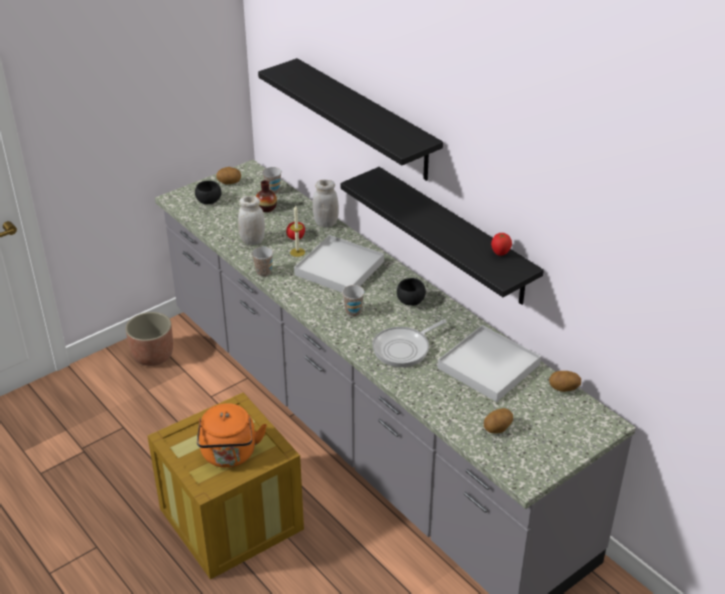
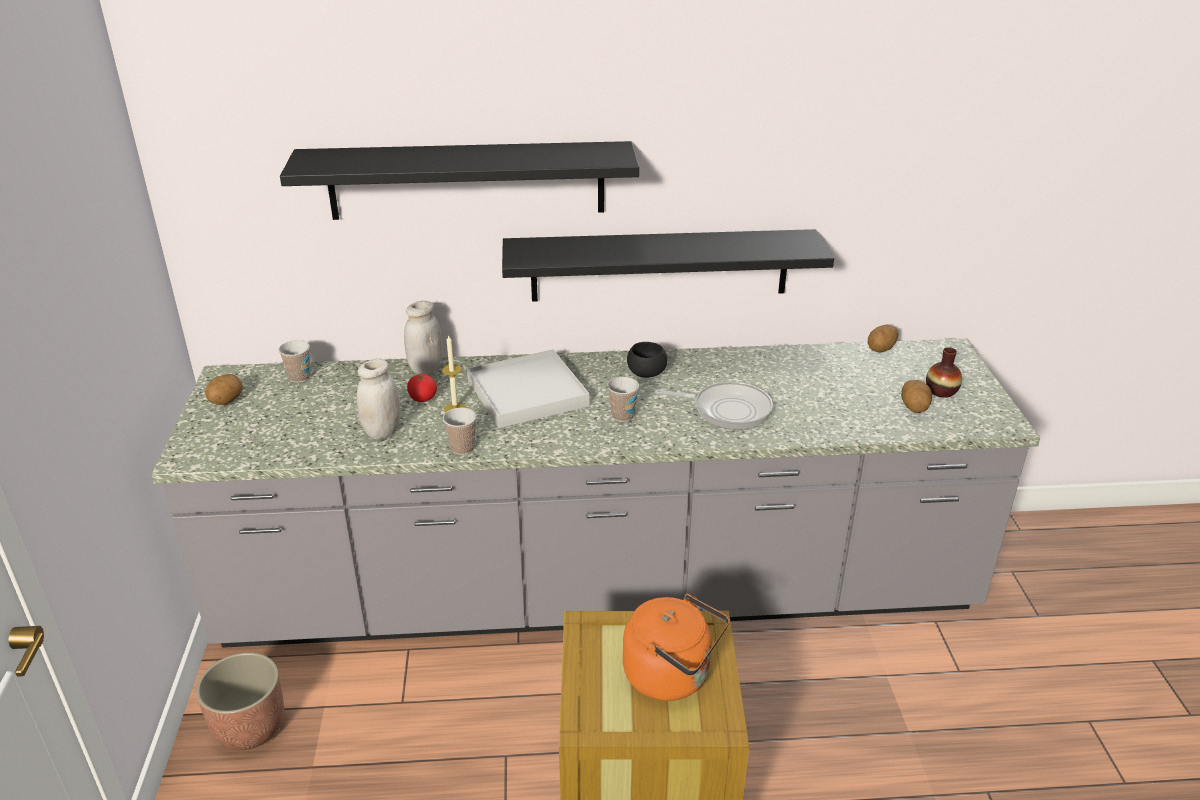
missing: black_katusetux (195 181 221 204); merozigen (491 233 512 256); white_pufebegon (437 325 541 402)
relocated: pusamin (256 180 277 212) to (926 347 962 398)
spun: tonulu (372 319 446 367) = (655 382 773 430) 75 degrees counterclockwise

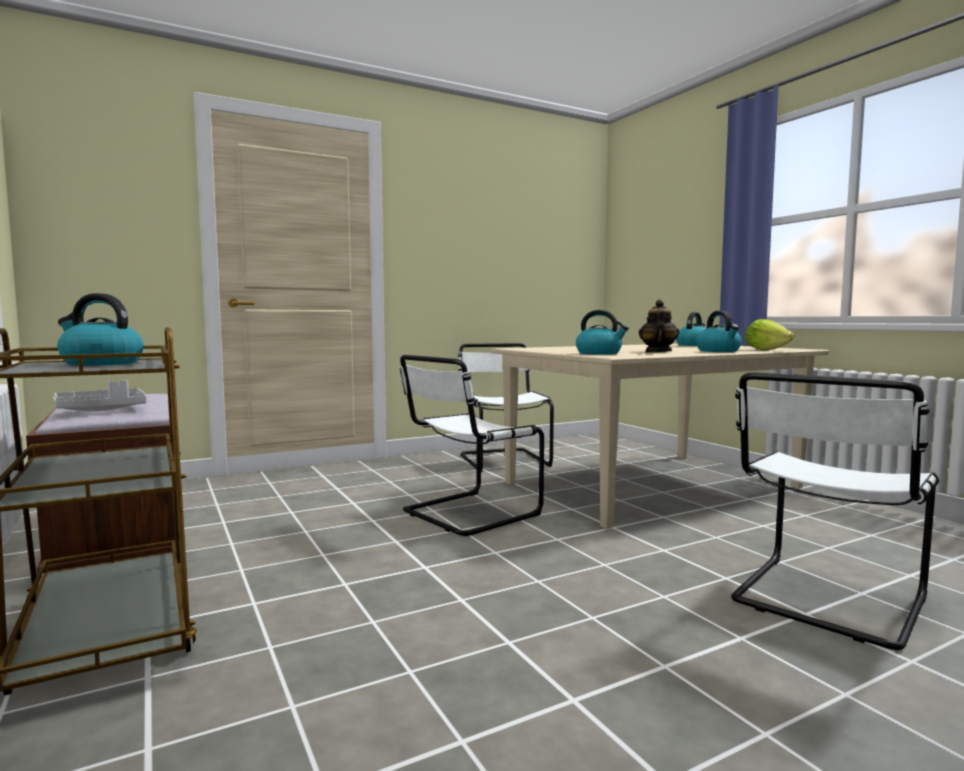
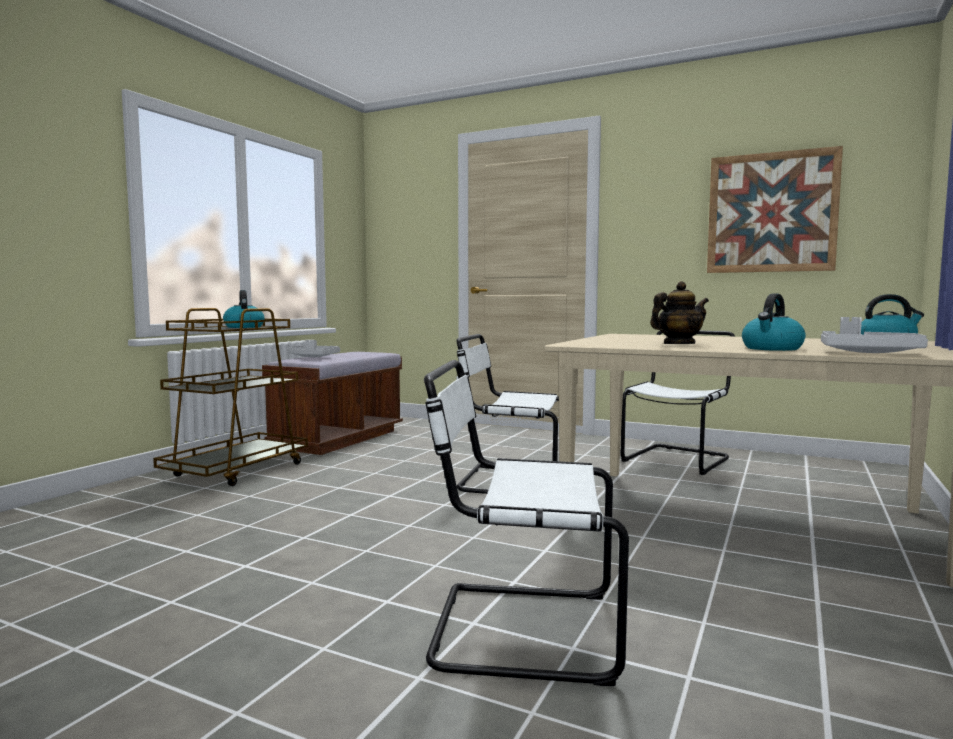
missing: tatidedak (576 310 629 355)
appeared: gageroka (707 146 843 273)
exchanged: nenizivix (745 319 794 350) to grey_pufebegon (821 317 928 353)

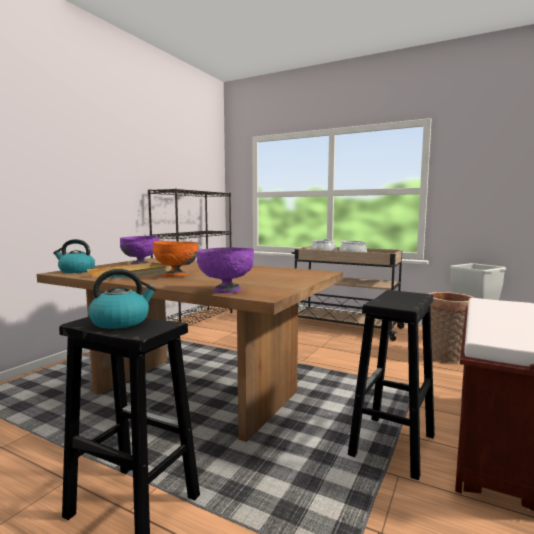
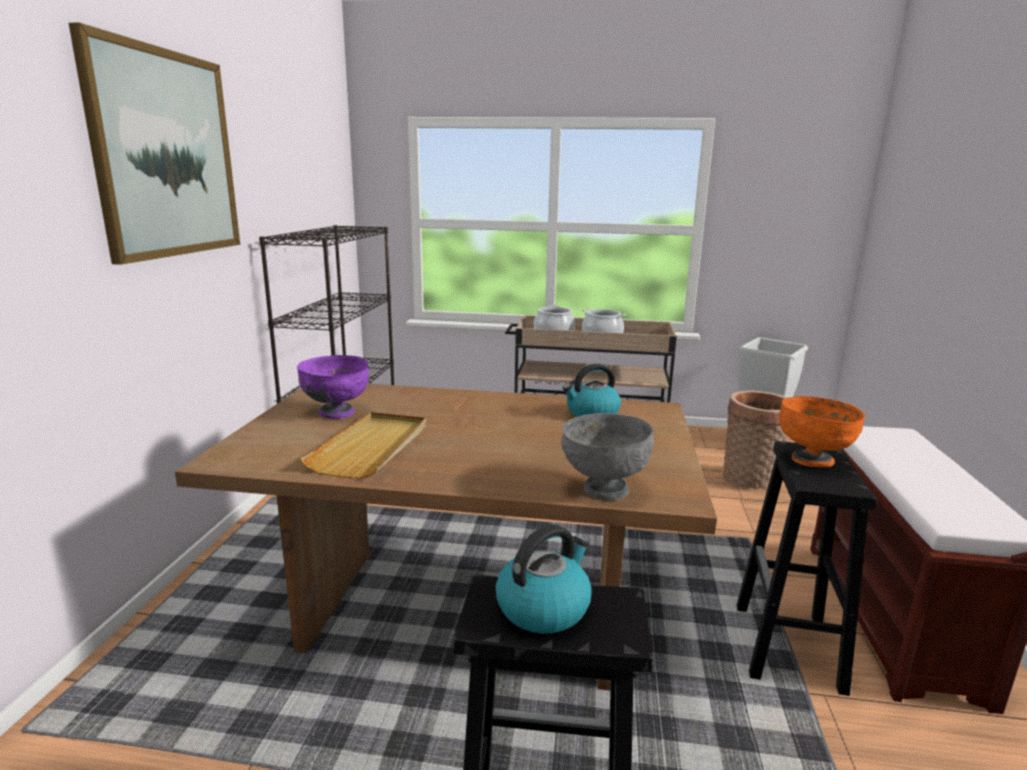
appeared: gageroka (69 23 240 265)
relocated: tatidedak (53 239 95 273) to (563 364 621 417); orange_katusetux (153 241 198 277) to (779 396 865 467)
colour: purple_katusetux (196 247 254 293) to grey_katusetux (561 413 654 501)

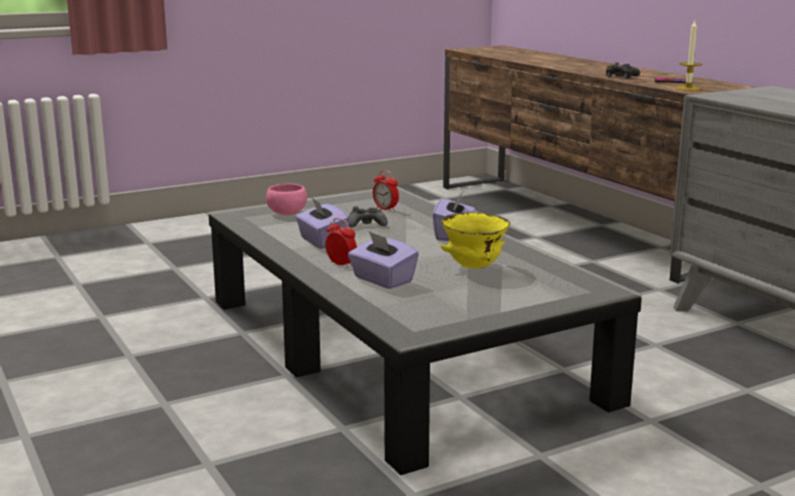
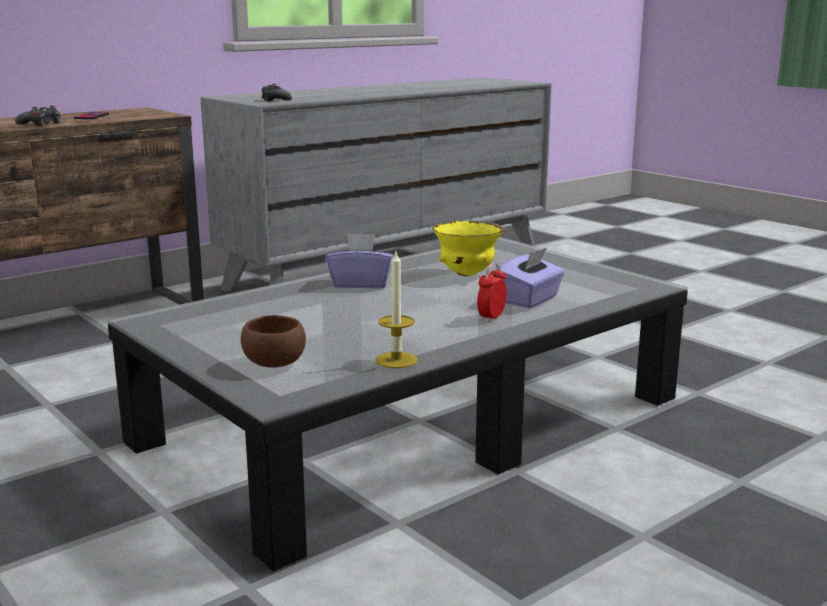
missing: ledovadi (373 170 399 212); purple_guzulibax (295 198 350 249)
relocated: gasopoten (676 21 702 91) to (375 252 418 368); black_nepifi (348 206 388 228) to (261 84 292 102)
colour: pink_katusetux (266 183 307 215) to brown_katusetux (241 315 306 368)

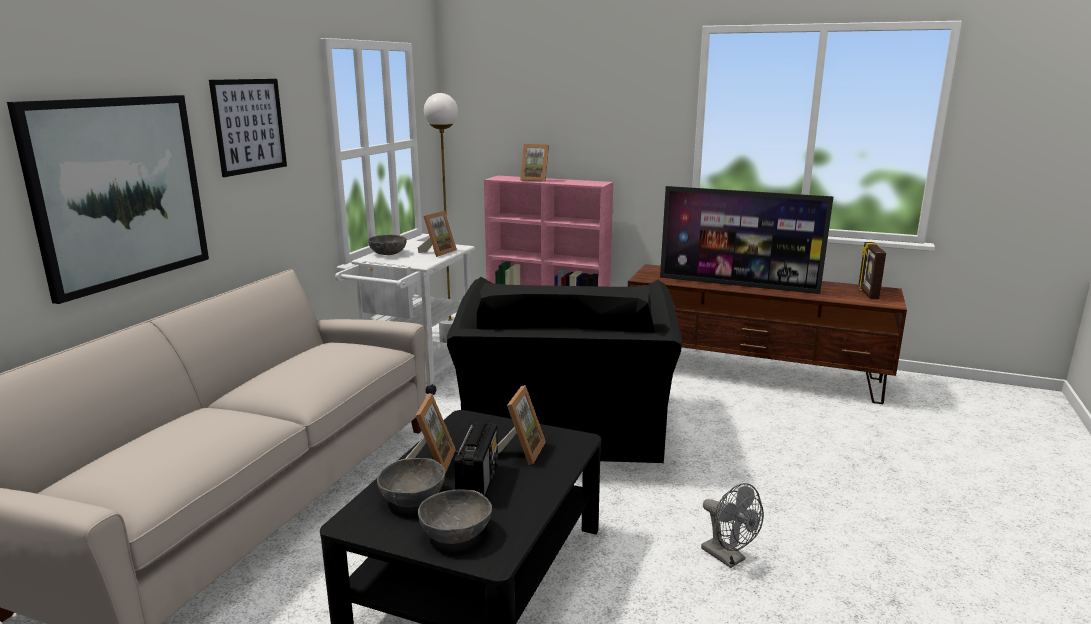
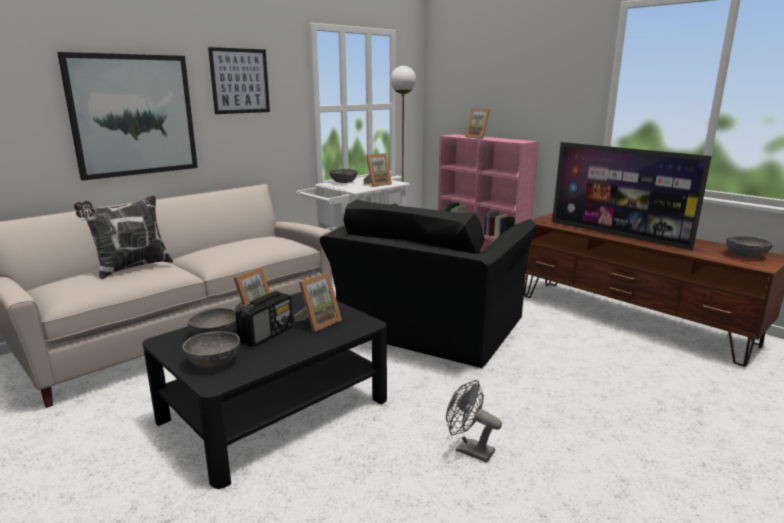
appeared: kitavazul (74 195 173 279)
exchanged: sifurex (858 242 886 300) to grey_katusetux (726 236 773 258)
spun: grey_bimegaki (701 483 764 568) = (446 380 502 463) 135 degrees clockwise

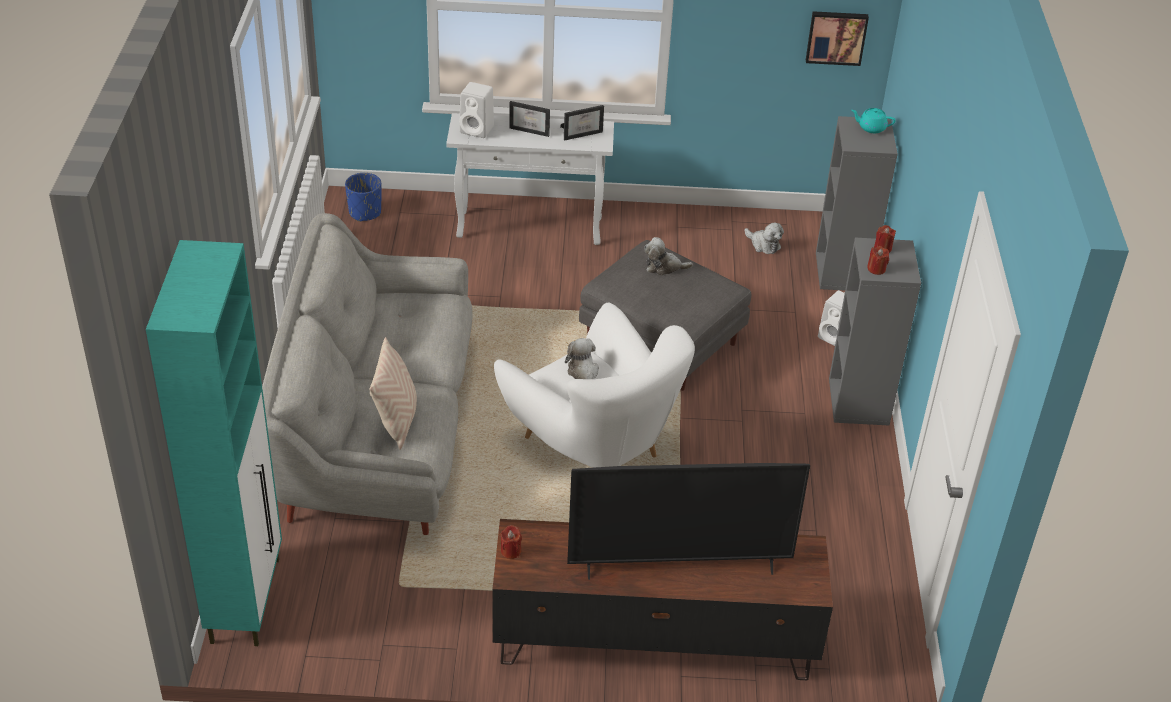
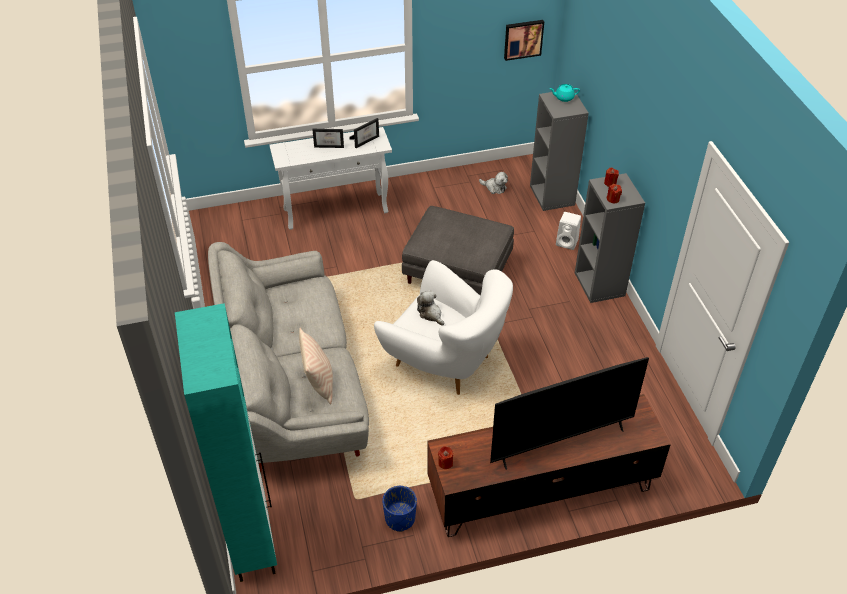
missing: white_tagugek (459 82 494 138); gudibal (644 237 693 276)
relocated: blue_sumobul (345 173 381 222) to (382 486 417 532)

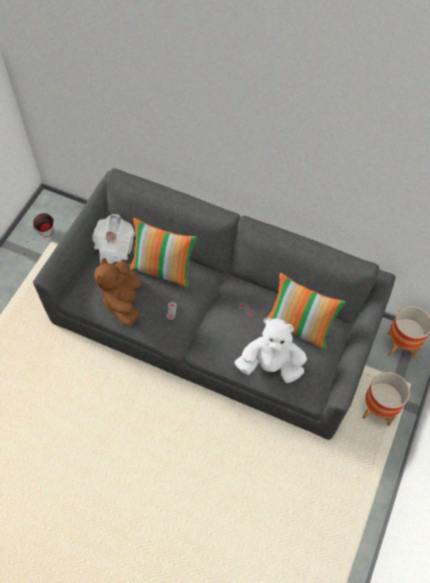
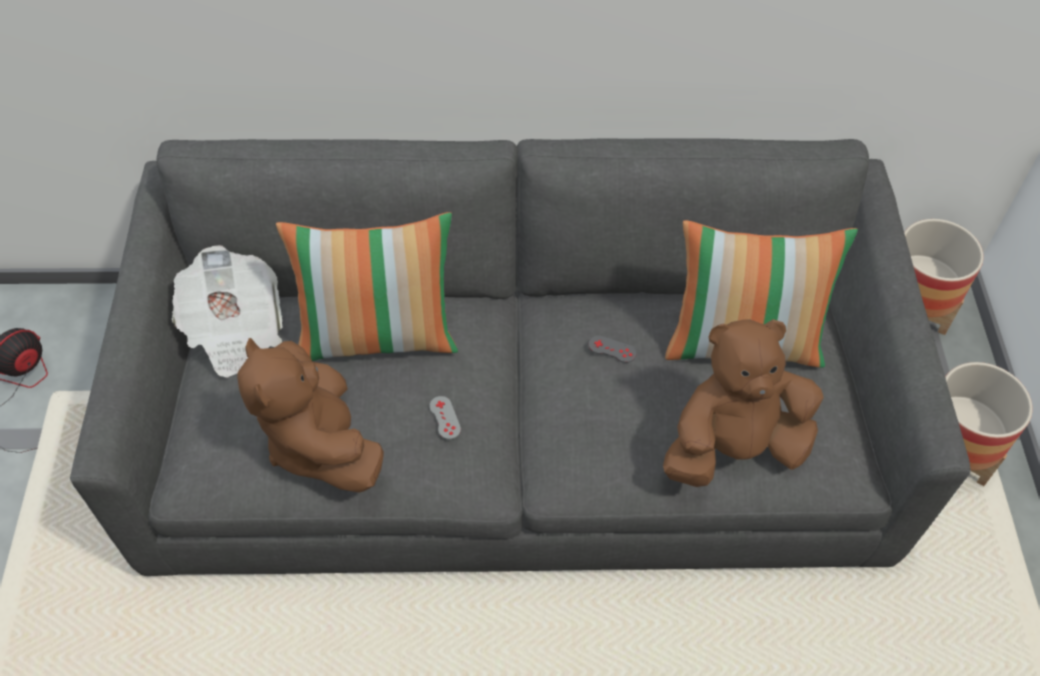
colour: white_gudibal (234 318 307 383) to brown_gudibal (663 319 824 487)

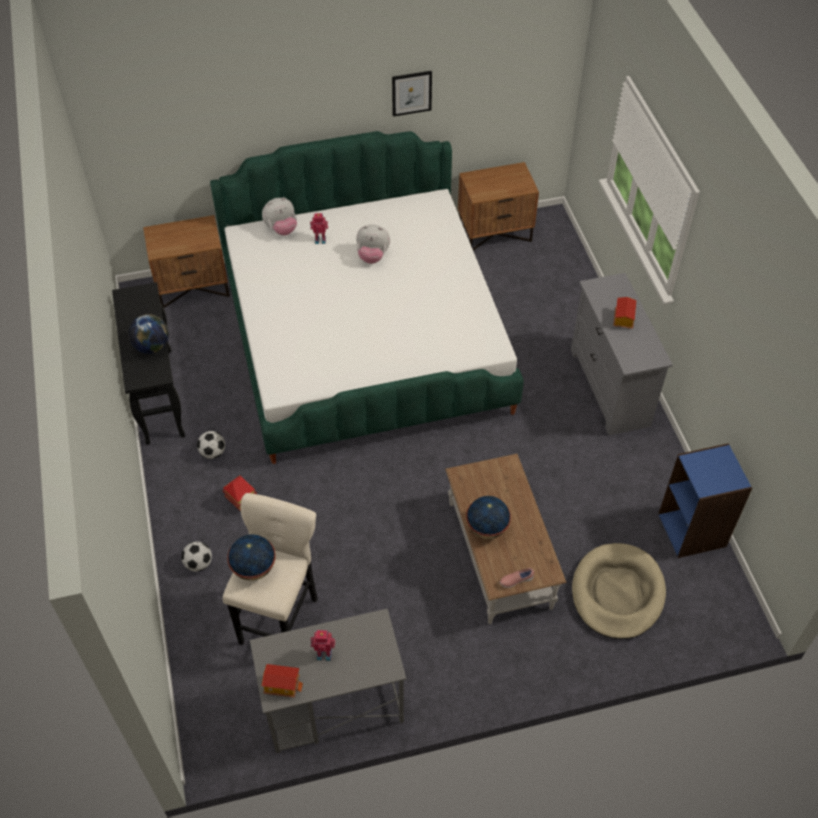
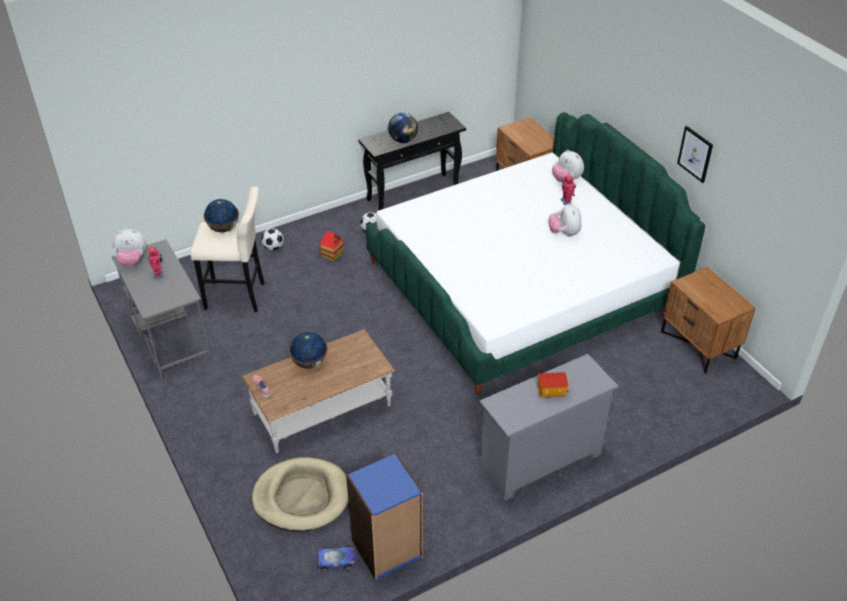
appeared: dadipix (317 546 356 571)
exchanged: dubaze (262 664 303 697) to gudibal (112 229 146 266)

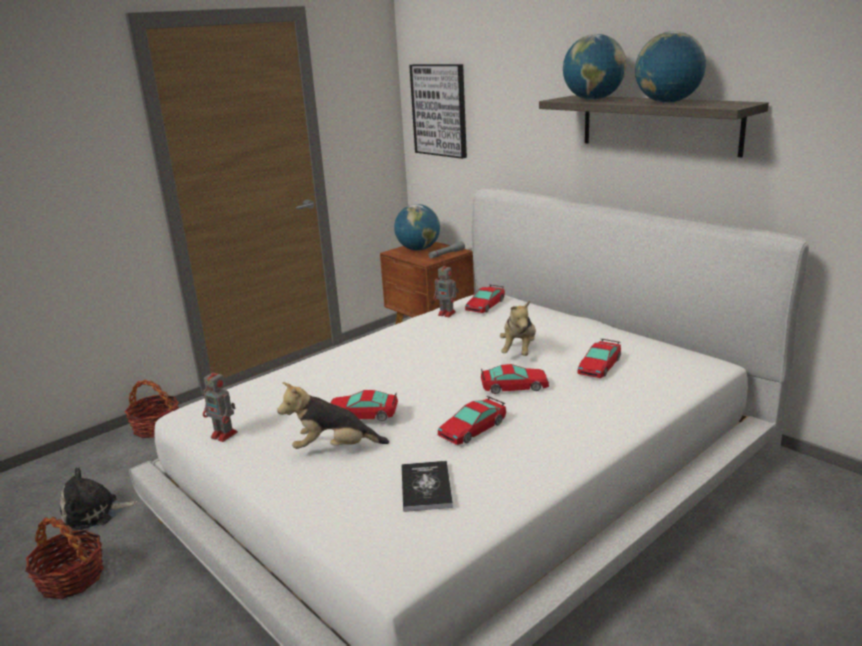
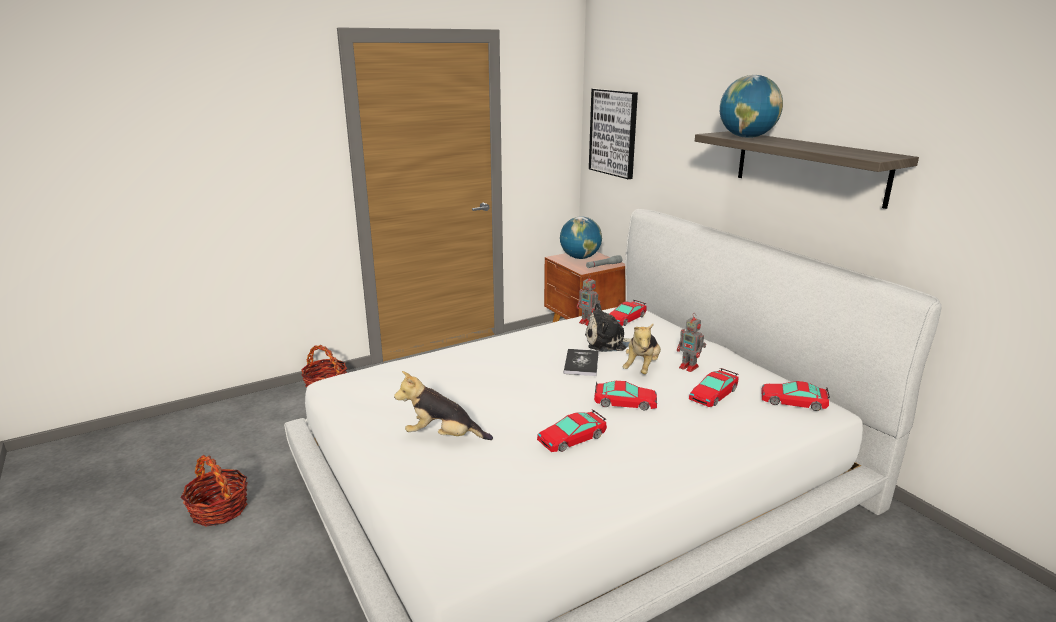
missing: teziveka (635 31 706 103)
relocated: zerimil (203 367 238 442) to (677 313 706 372); dadipix (330 390 398 421) to (761 381 830 411); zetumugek (402 461 453 512) to (564 349 599 376); gudibal (60 467 137 531) to (585 303 631 352)

